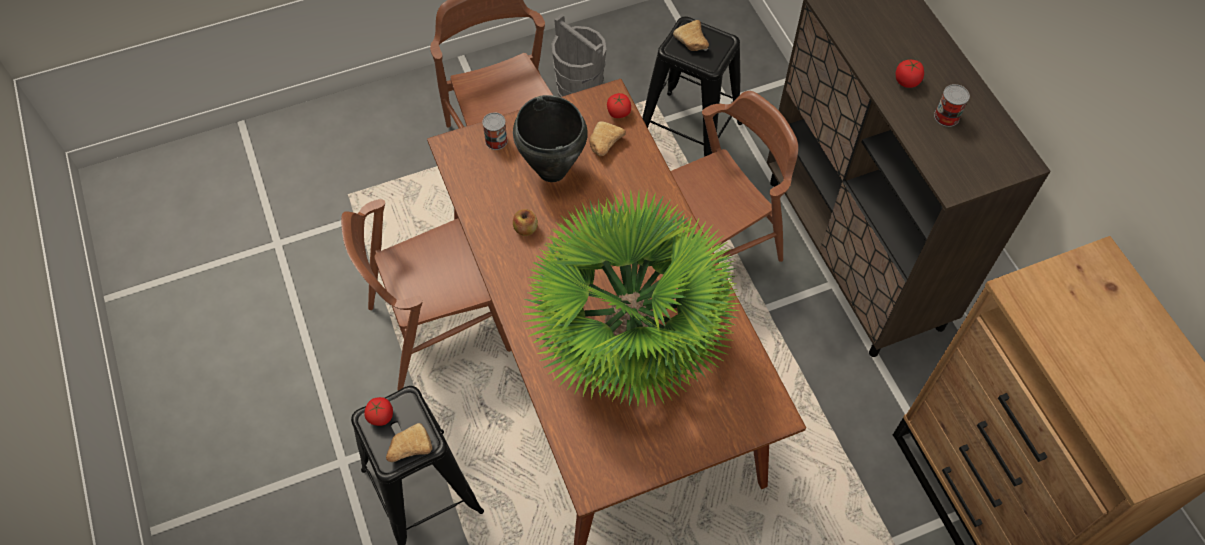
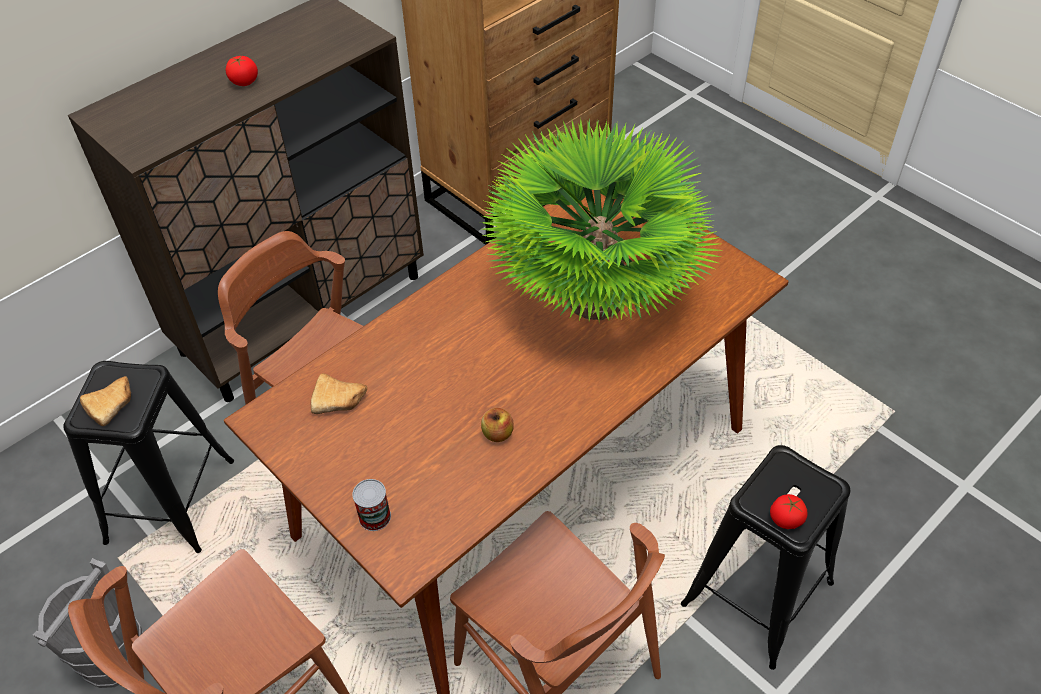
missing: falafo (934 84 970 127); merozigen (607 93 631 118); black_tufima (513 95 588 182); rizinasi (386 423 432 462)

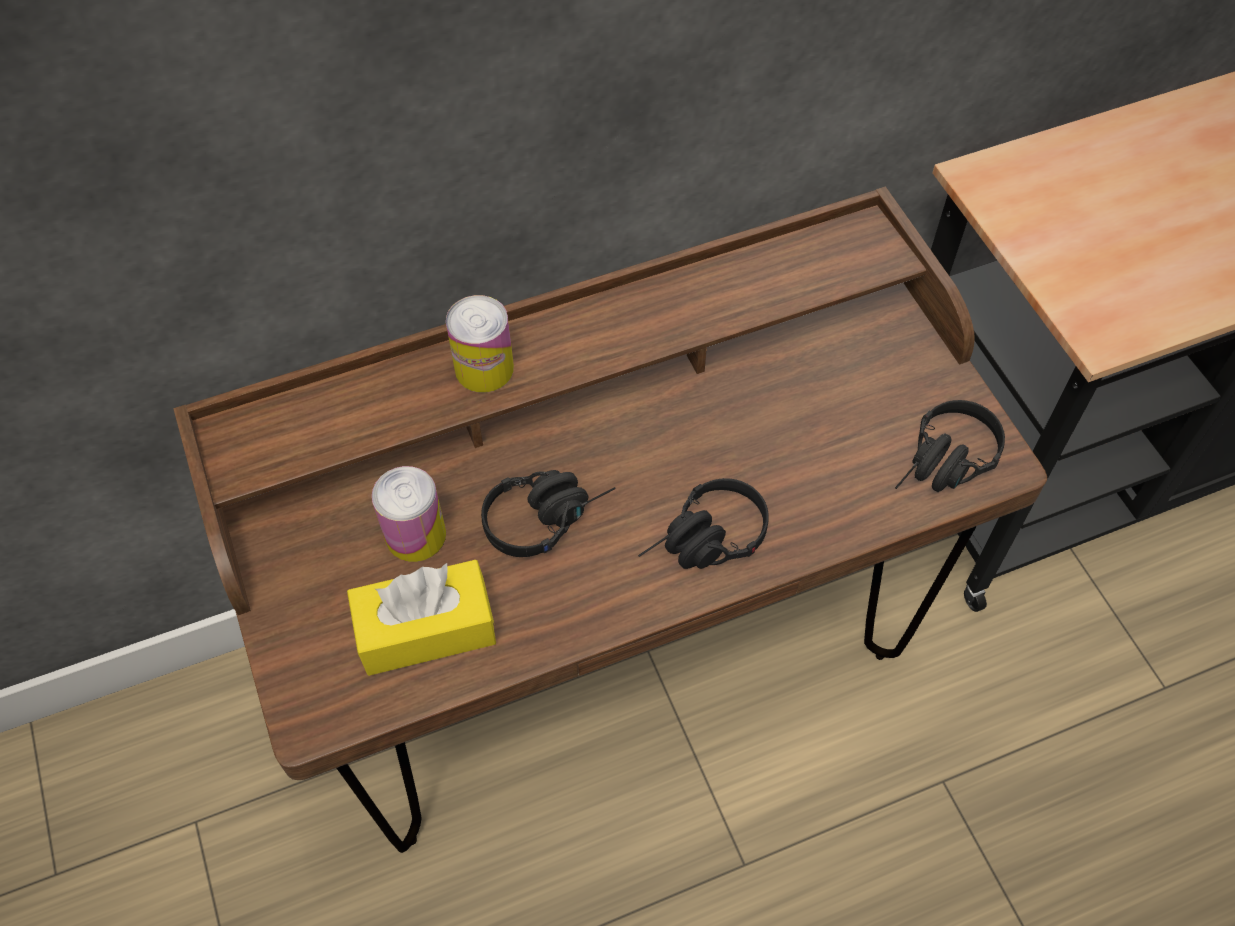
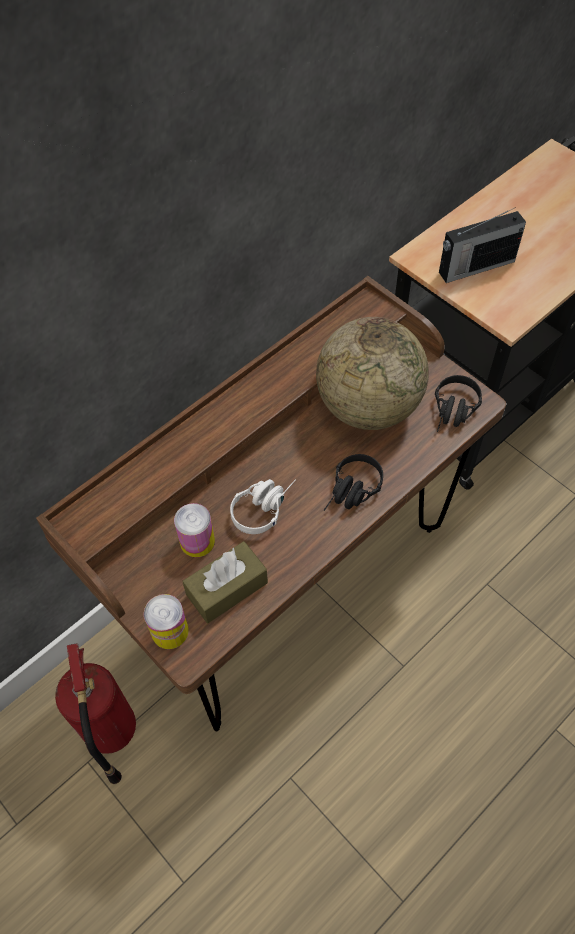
appeared: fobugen (439 207 526 283); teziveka (316 317 429 430); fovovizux (55 643 136 784)
relocated: falafo (446 295 514 393) to (144 594 189 649)
colour: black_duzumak (481 470 616 557) to white_duzumak (230 479 296 534); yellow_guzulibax (347 560 496 676) to brown_guzulibax (182 541 268 623)

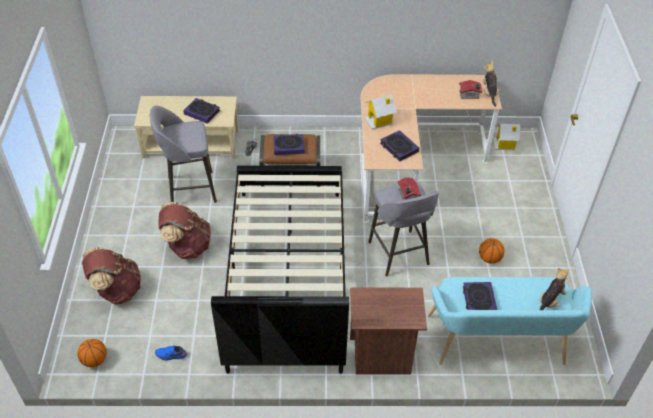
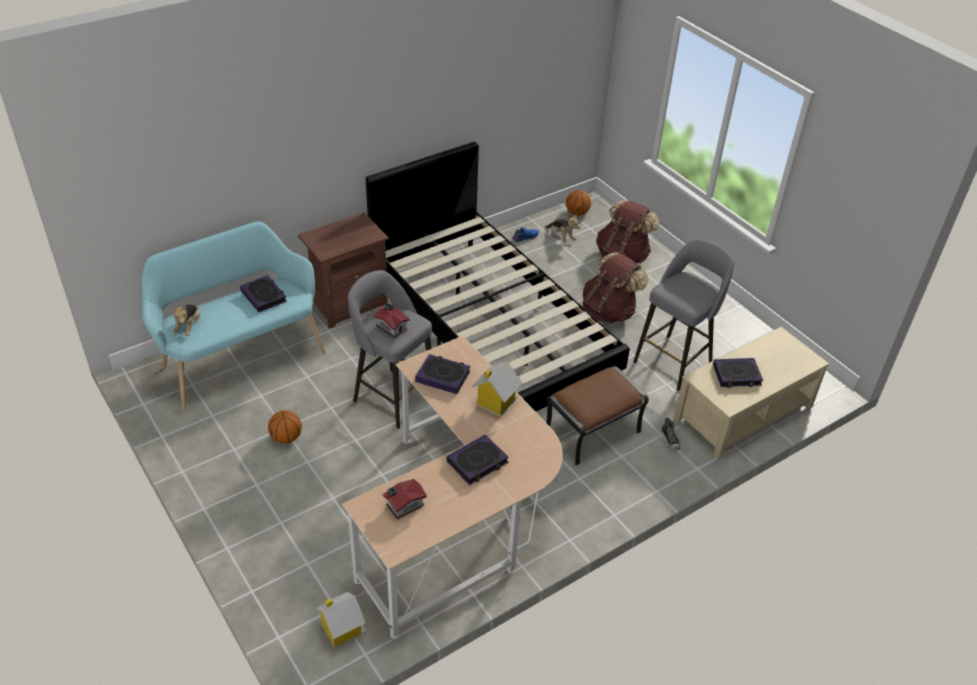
relocated: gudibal (482 61 501 107) to (545 214 580 243); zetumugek (273 134 304 155) to (447 434 509 485)

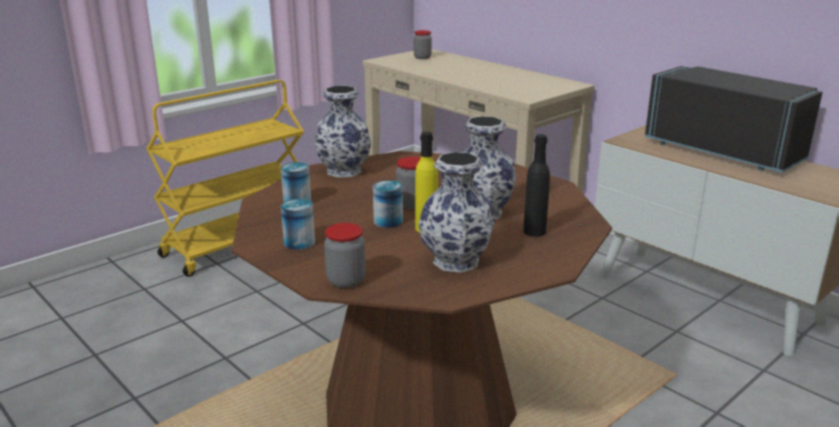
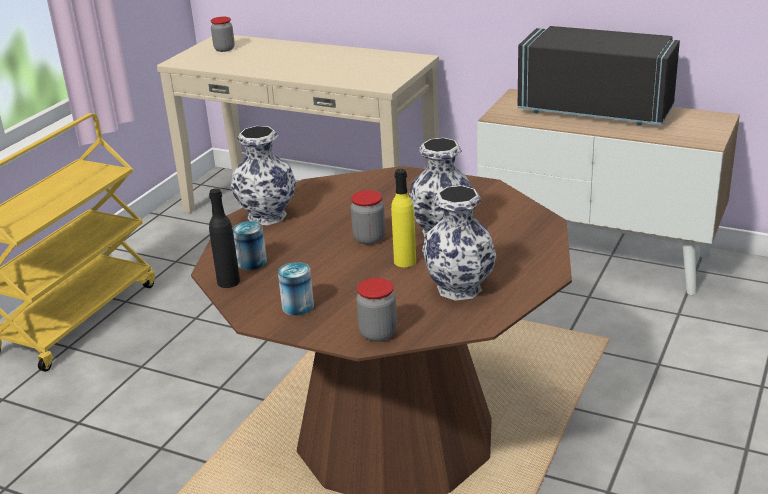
missing: falafo (373 180 403 228)
relocated: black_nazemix (523 134 550 237) to (209 188 240 288)

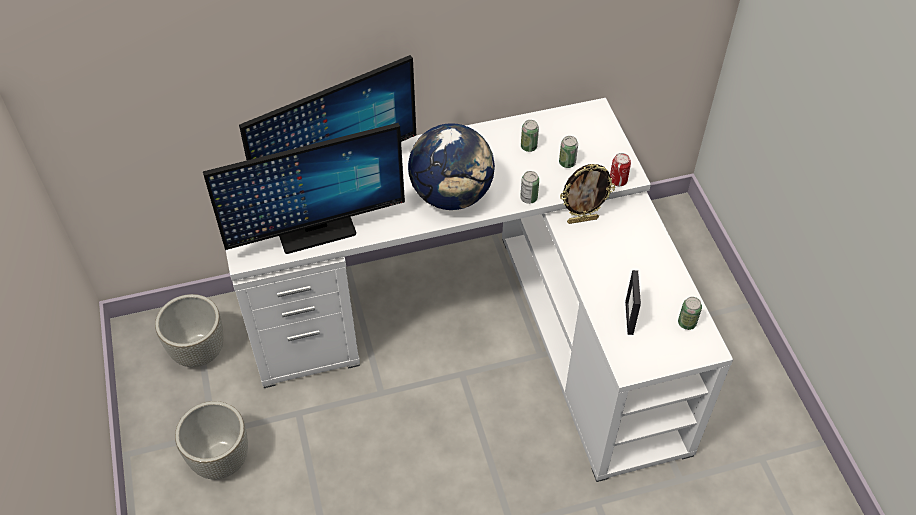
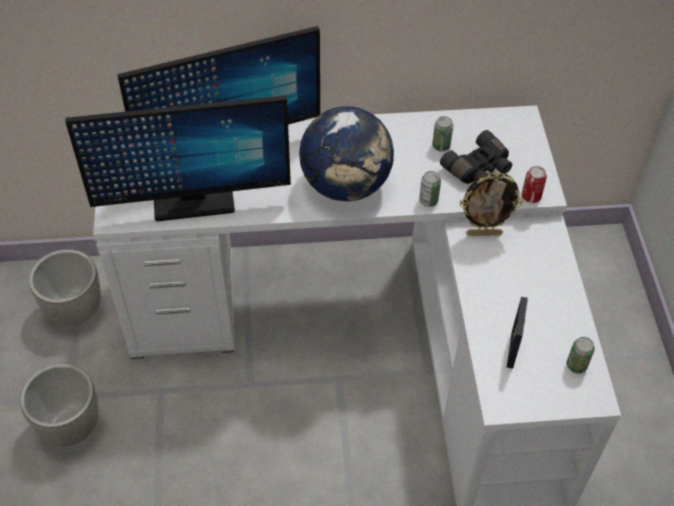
exchanged: falafo (559 136 578 168) to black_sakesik (440 130 512 184)

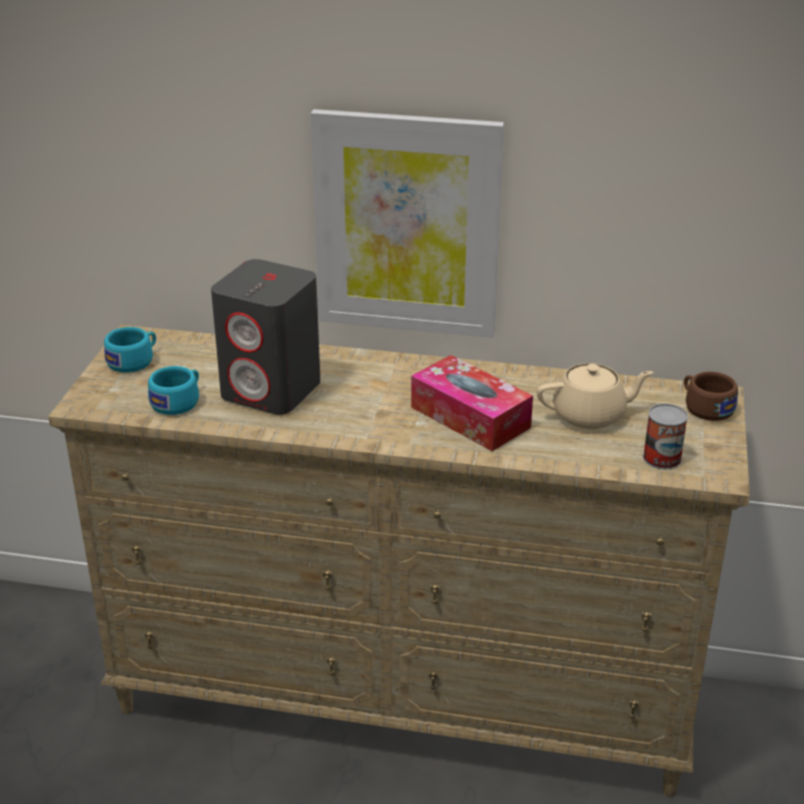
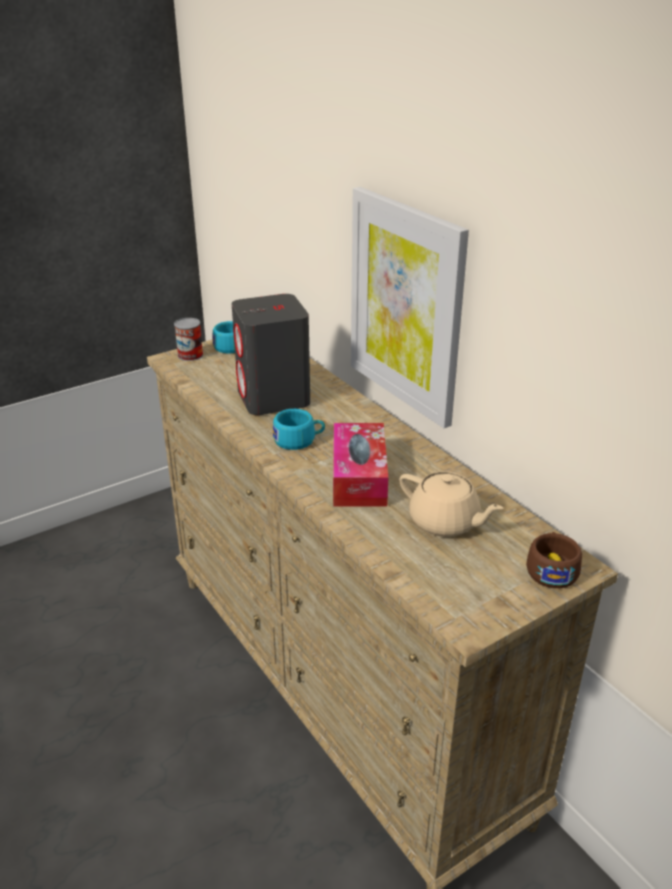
relocated: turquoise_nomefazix (148 366 199 415) to (273 409 325 450); falafo (643 404 688 469) to (174 318 203 361)

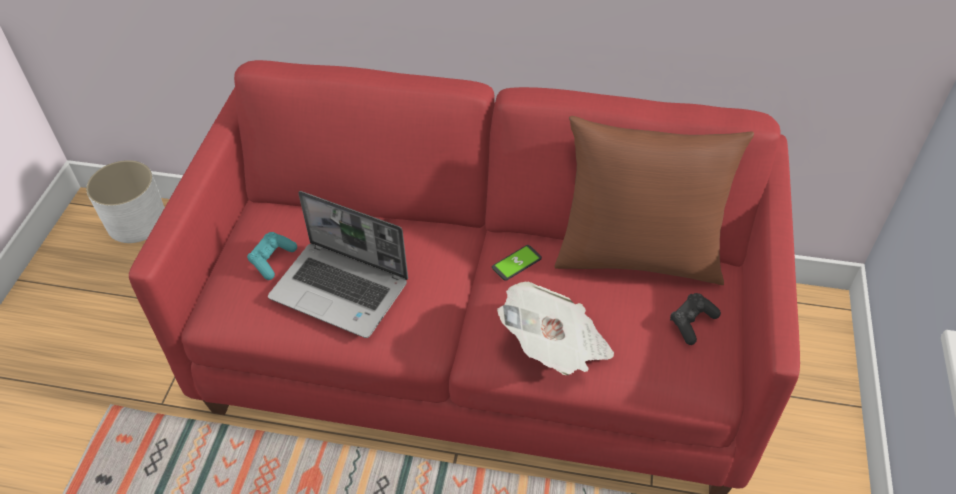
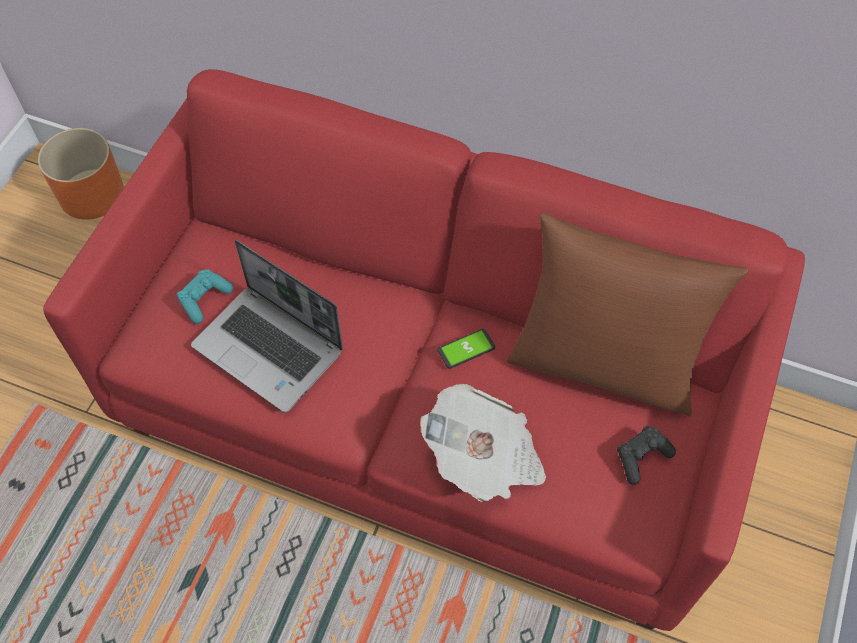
colour: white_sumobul (86 160 165 243) to orange_sumobul (38 128 124 220)

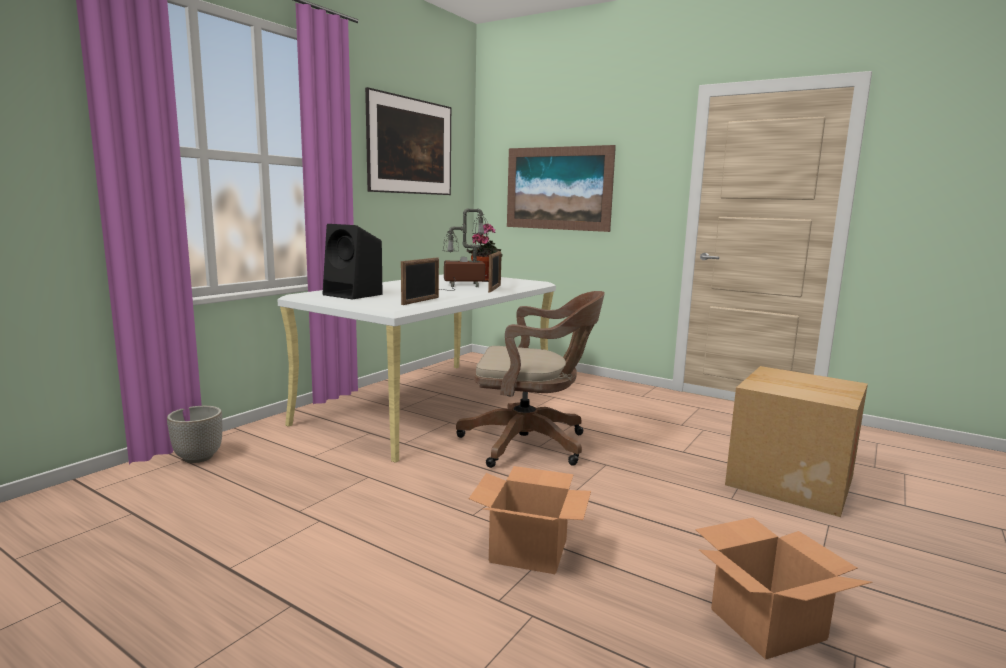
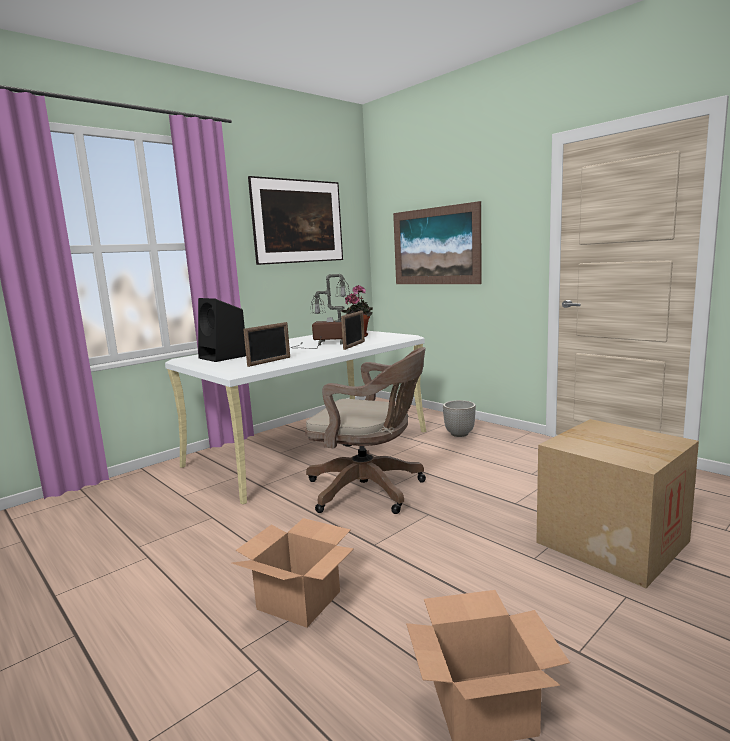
relocated: sumobul (167 406 222 463) to (443 400 476 437)

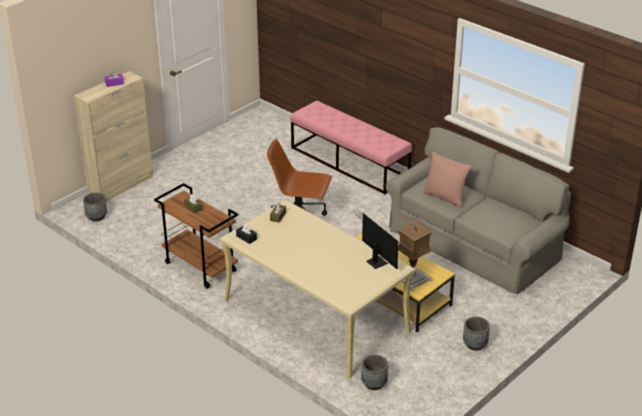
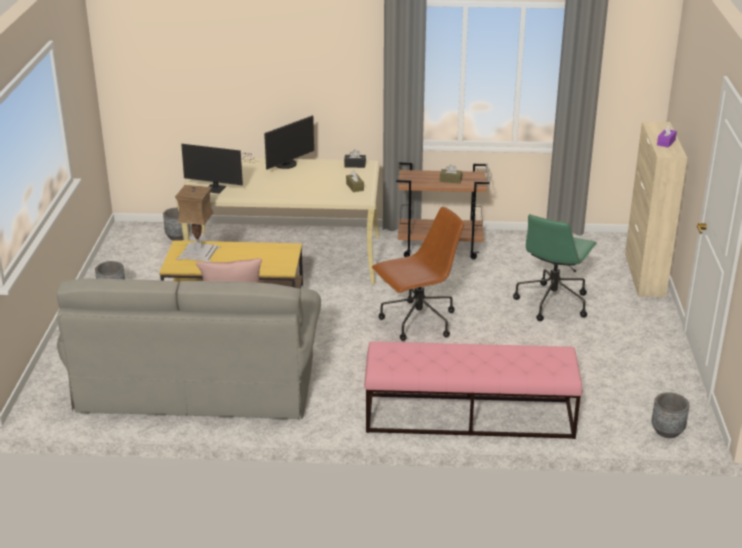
appeared: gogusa (264 115 314 170); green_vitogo (513 214 597 321)
relocated: grey_sumobul (83 193 107 222) to (651 392 690 438)

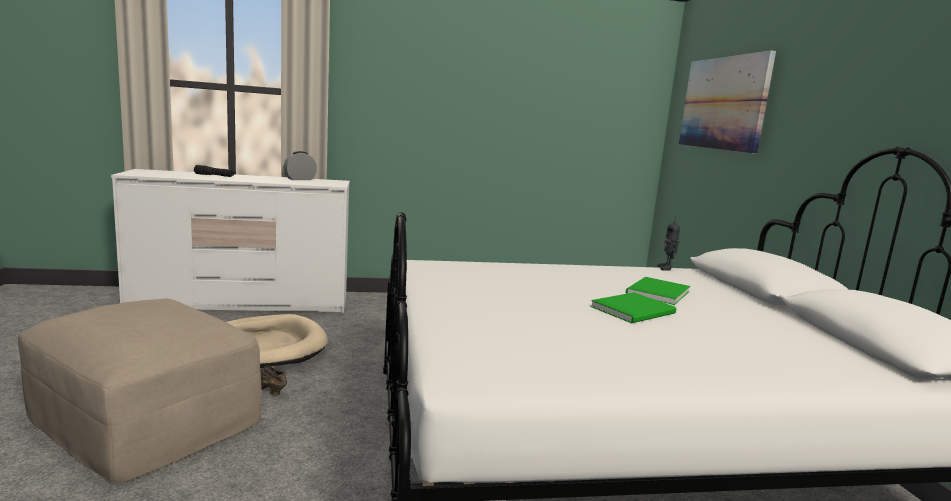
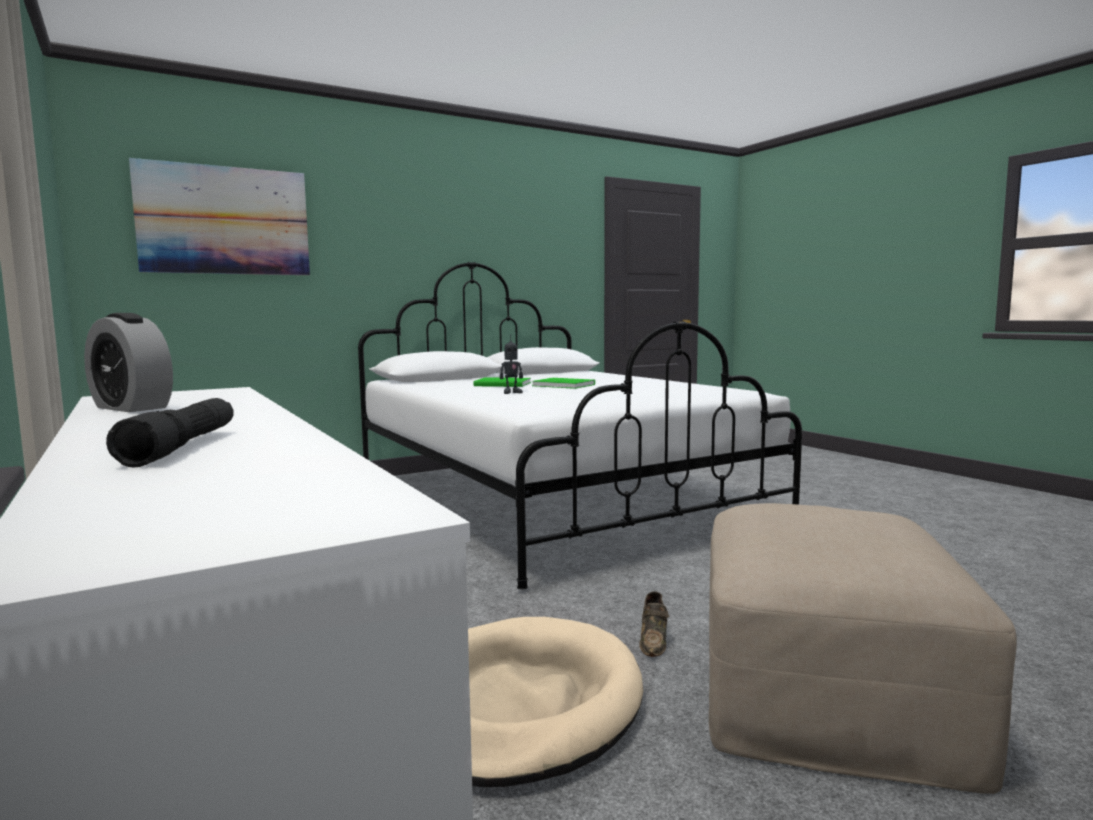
relocated: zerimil (658 216 680 271) to (500 334 523 394)

